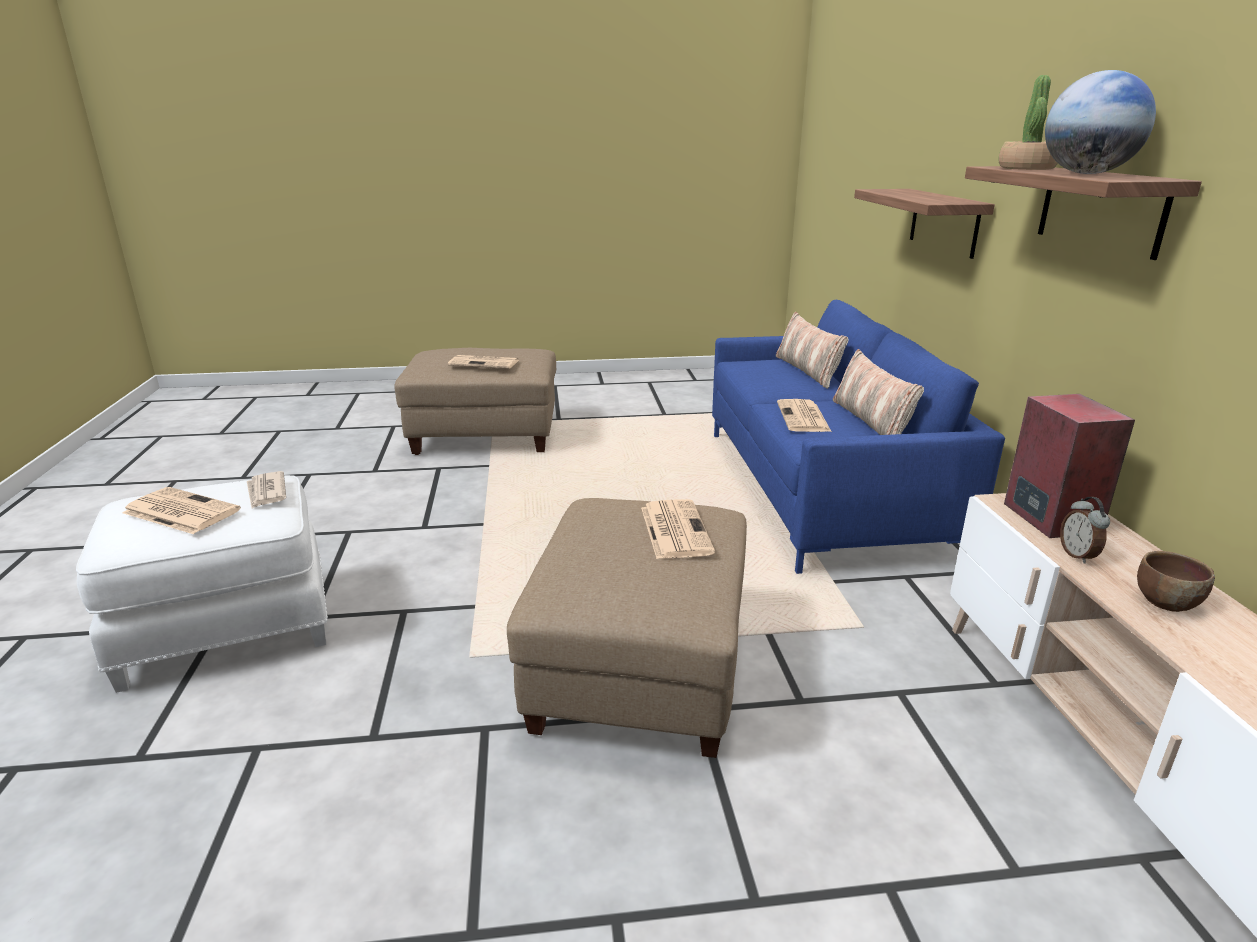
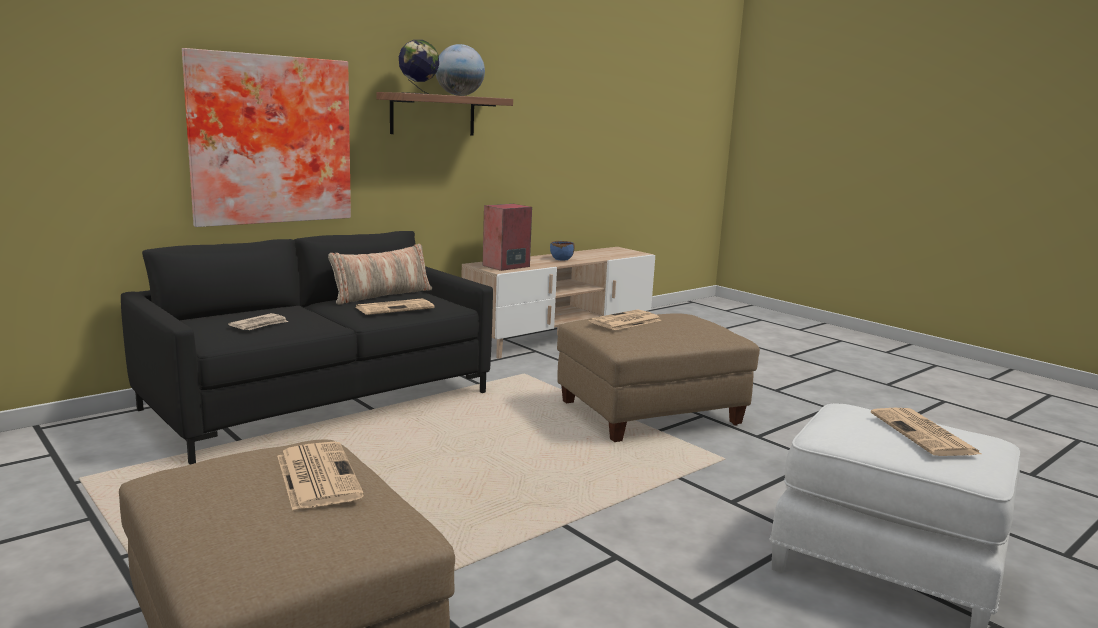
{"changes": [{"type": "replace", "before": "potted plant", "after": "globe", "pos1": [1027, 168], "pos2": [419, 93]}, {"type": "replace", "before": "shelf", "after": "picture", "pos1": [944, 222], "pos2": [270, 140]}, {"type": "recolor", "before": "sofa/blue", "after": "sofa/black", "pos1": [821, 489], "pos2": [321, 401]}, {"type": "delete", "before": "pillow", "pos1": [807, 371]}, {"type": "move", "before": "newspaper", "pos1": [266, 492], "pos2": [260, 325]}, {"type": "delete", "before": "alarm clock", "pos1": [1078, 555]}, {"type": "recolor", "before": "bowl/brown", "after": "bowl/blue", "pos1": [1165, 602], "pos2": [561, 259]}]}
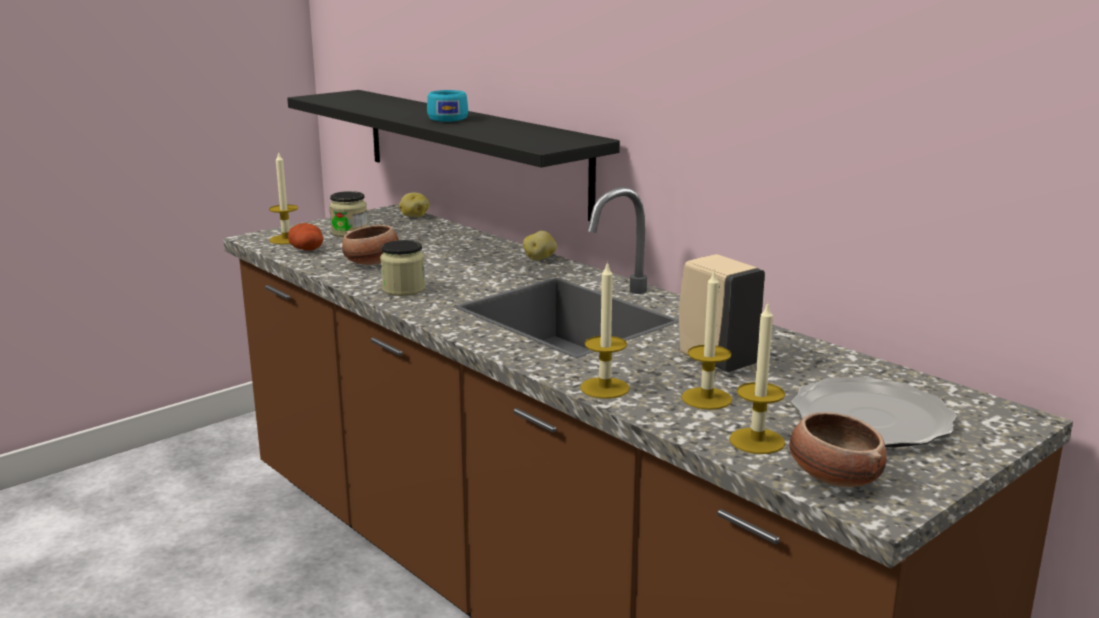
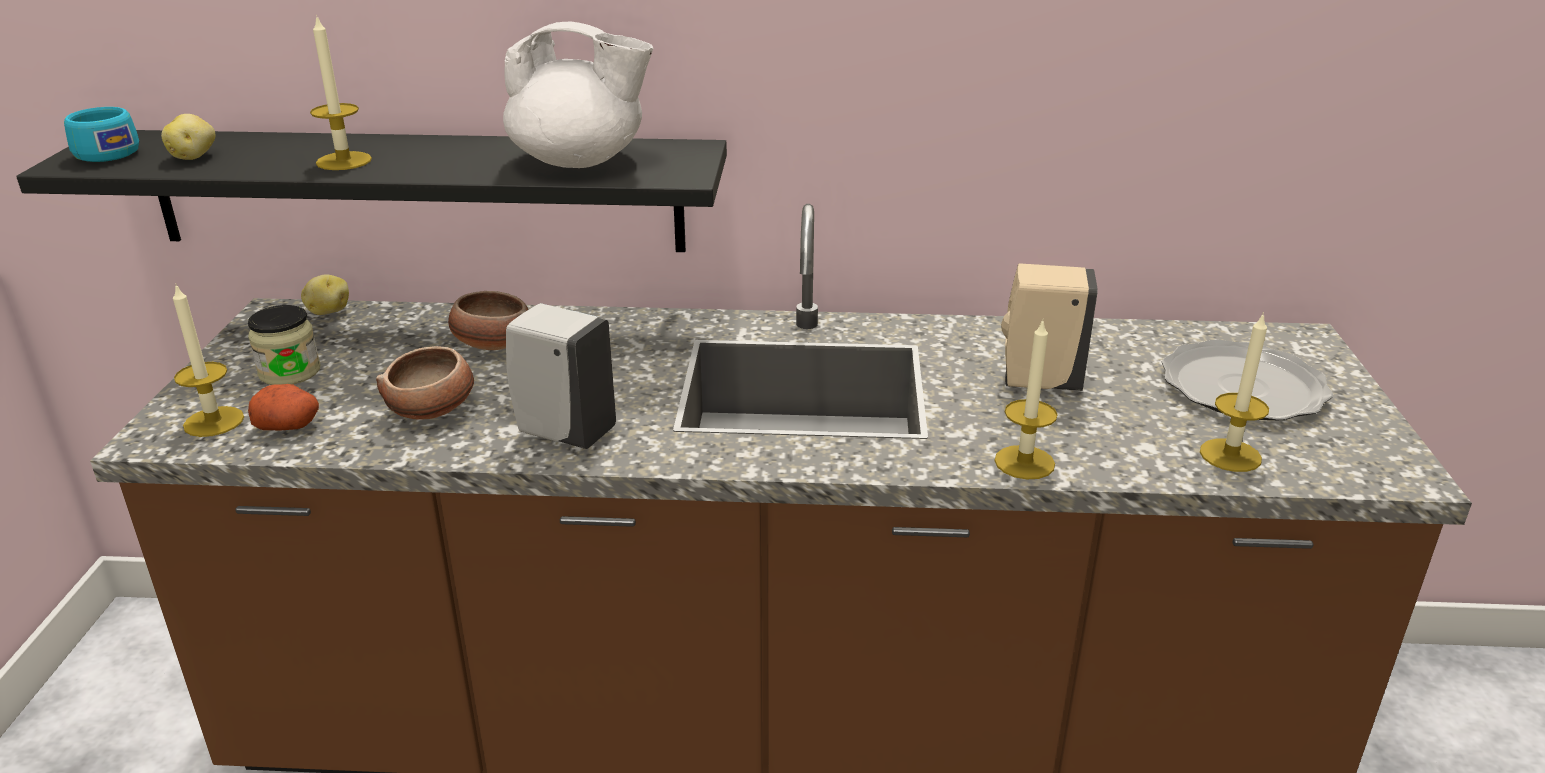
{"changes": [{"type": "move", "before": "cup/turquoise", "pos1": [447, 118], "pos2": [103, 152]}, {"type": "move", "before": "potato", "pos1": [540, 259], "pos2": [194, 156]}, {"type": "replace", "before": "jar", "after": "soap dispenser/white", "pos1": [404, 289], "pos2": [563, 432]}, {"type": "move", "before": "candle", "pos1": [706, 398], "pos2": [344, 161]}, {"type": "move", "before": "bowl", "pos1": [833, 477], "pos2": [492, 345]}, {"type": "insert", "after": "teapot/white", "pos2": [580, 161]}]}
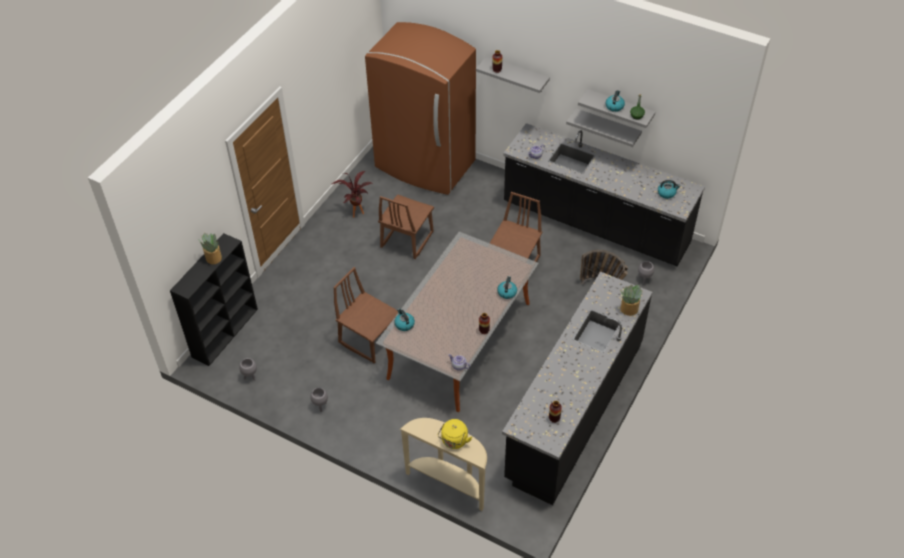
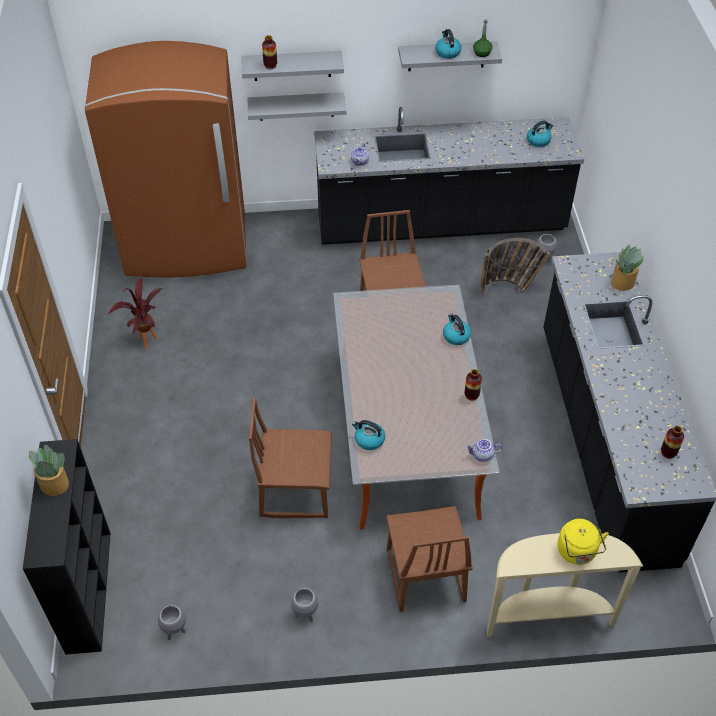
{"changes": [{"type": "move", "before": "shelf/grey", "pos1": [607, 127], "pos2": [296, 106]}, {"type": "move", "before": "chair/brown", "pos1": [406, 239], "pos2": [424, 575]}]}
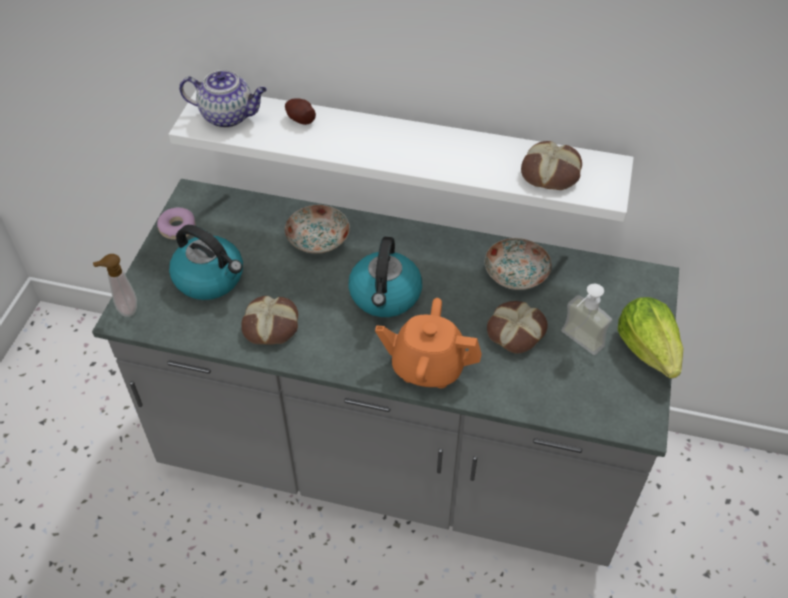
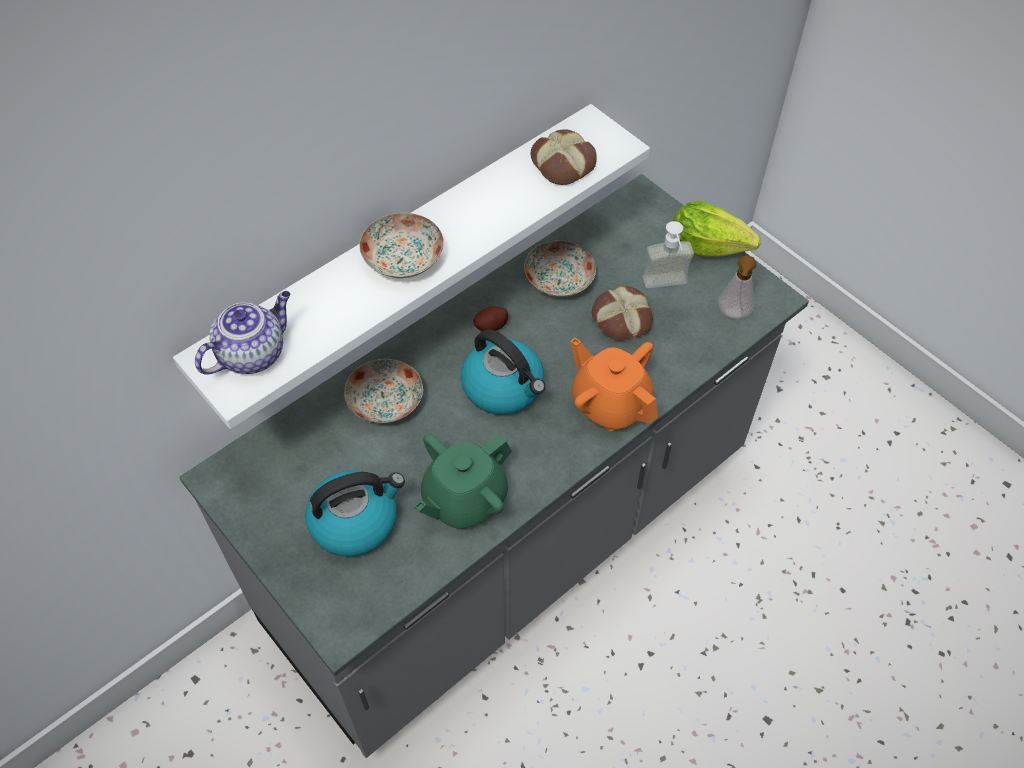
{"changes": [{"type": "move", "before": "potato", "pos1": [300, 119], "pos2": [490, 326]}, {"type": "delete", "before": "donut", "pos1": [177, 228]}, {"type": "move", "before": "soap dispenser", "pos1": [125, 309], "pos2": [732, 315]}, {"type": "replace", "before": "bread", "after": "teapot/green", "pos1": [272, 325], "pos2": [464, 499]}, {"type": "rotate", "before": "teapot/orange", "pos1": [427, 366], "pos2": [610, 404], "turn": 90}, {"type": "insert", "after": "plate", "pos2": [404, 258]}]}
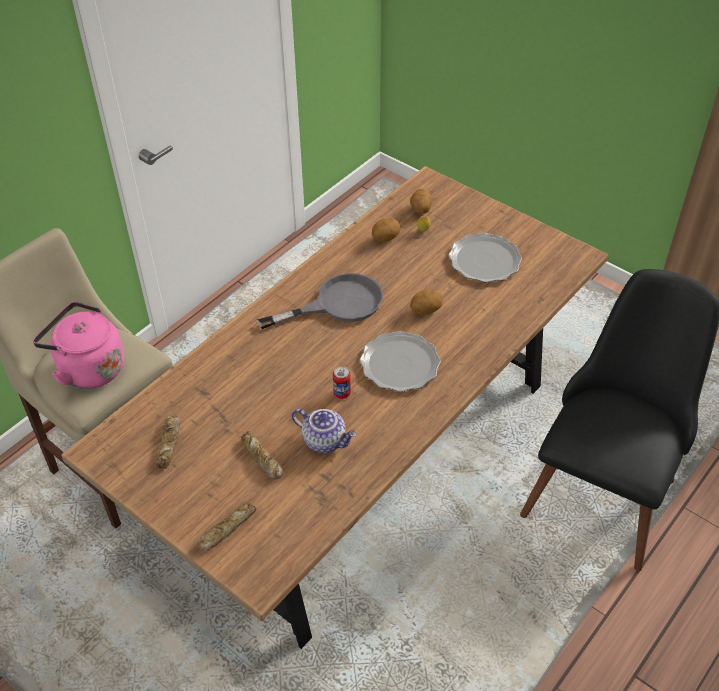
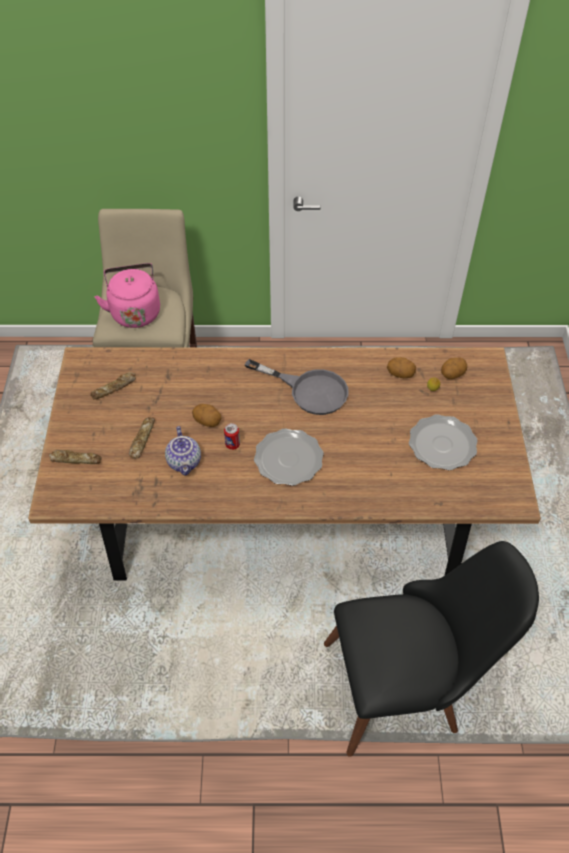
{"changes": [{"type": "move", "before": "potato", "pos1": [425, 310], "pos2": [207, 421]}]}
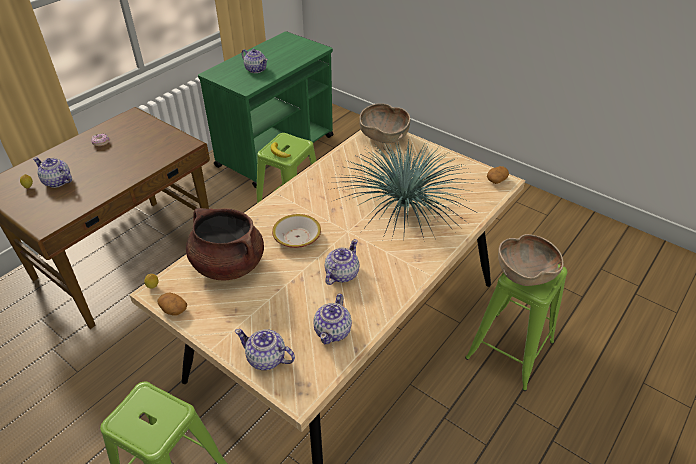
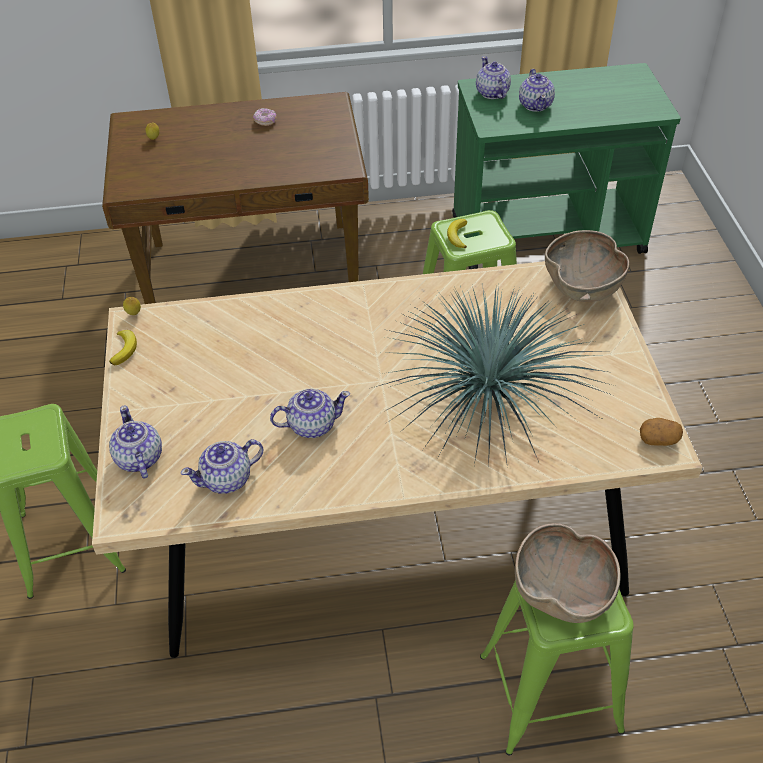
{"changes": [{"type": "move", "before": "teapot", "pos1": [57, 182], "pos2": [492, 93]}, {"type": "delete", "before": "cooking pot/brown", "pos1": [228, 265]}, {"type": "delete", "before": "bowl", "pos1": [297, 237]}, {"type": "replace", "before": "potato", "after": "banana", "pos1": [173, 309], "pos2": [124, 349]}]}
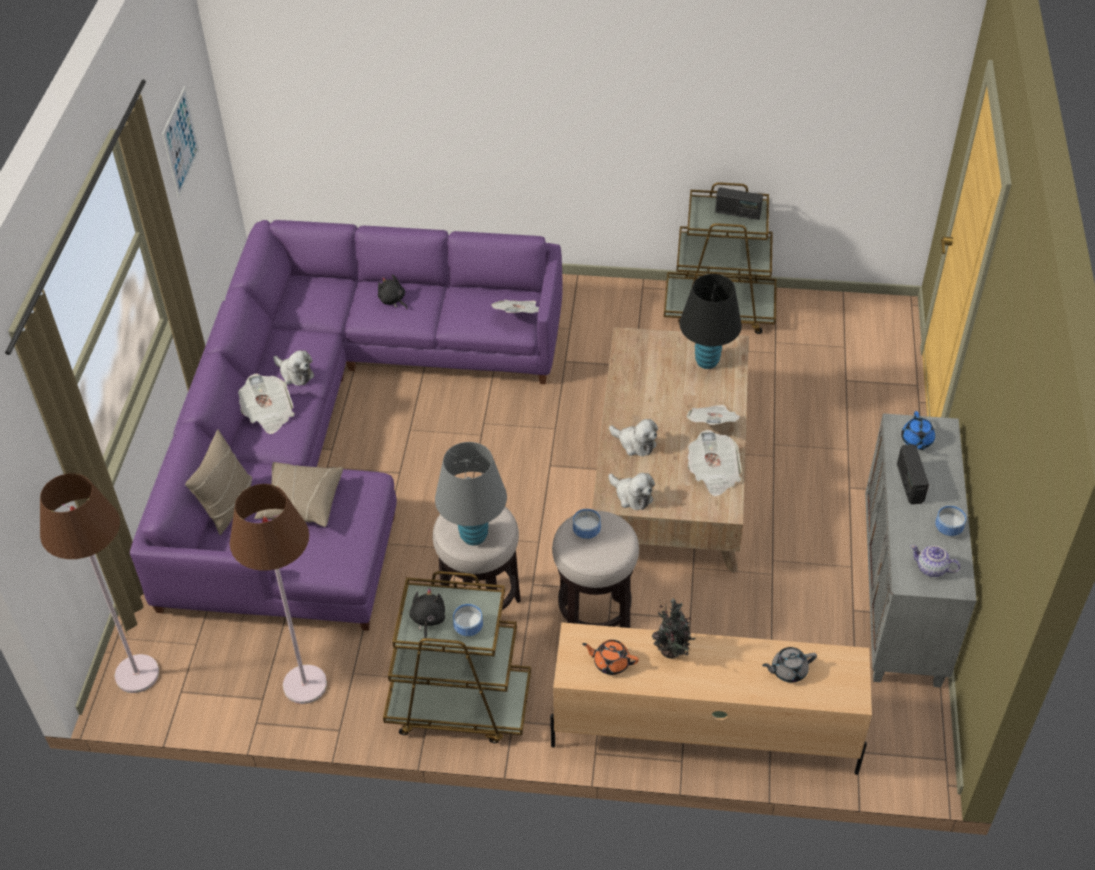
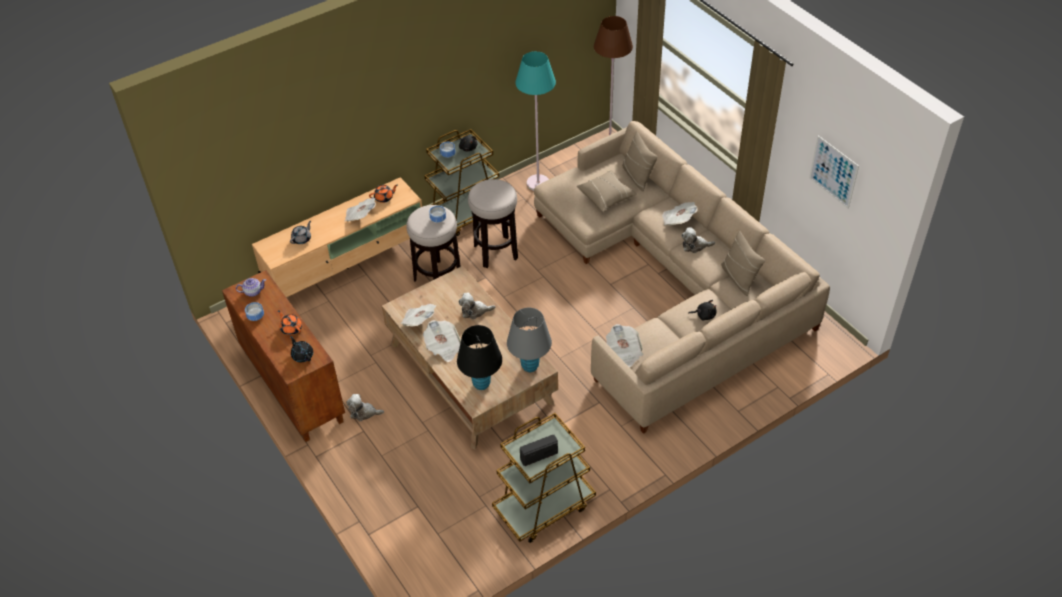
{"changes": [{"type": "recolor", "before": "sofa/purple", "after": "sofa/beige", "pos1": [335, 427], "pos2": [671, 284]}, {"type": "recolor", "before": "teapot/blue", "after": "teapot/black", "pos1": [916, 440], "pos2": [302, 355]}, {"type": "recolor", "before": "cabinet/grey", "after": "cabinet/brown", "pos1": [903, 597], "pos2": [292, 386]}, {"type": "move", "before": "table lamp/grey", "pos1": [473, 536], "pos2": [530, 366]}, {"type": "replace", "before": "radio", "after": "teapot/orange", "pos1": [909, 483], "pos2": [291, 328]}, {"type": "move", "before": "plush toy", "pos1": [632, 496], "pos2": [364, 413]}, {"type": "recolor", "before": "floor lamp/brown", "after": "floor lamp/turquoise", "pos1": [305, 685], "pos2": [538, 183]}, {"type": "replace", "before": "potted plant", "after": "newspaper", "pos1": [672, 652], "pos2": [360, 216]}, {"type": "insert", "after": "pillow/beige", "pos2": [739, 278]}]}
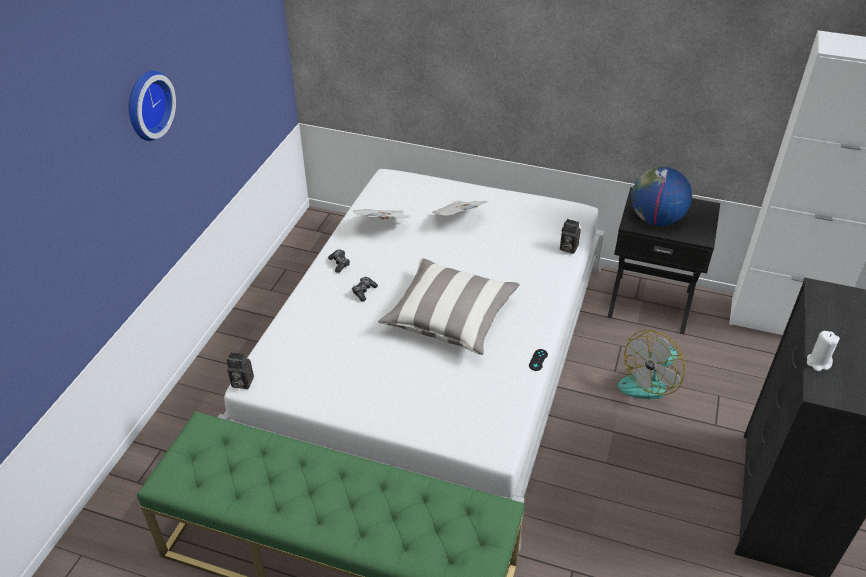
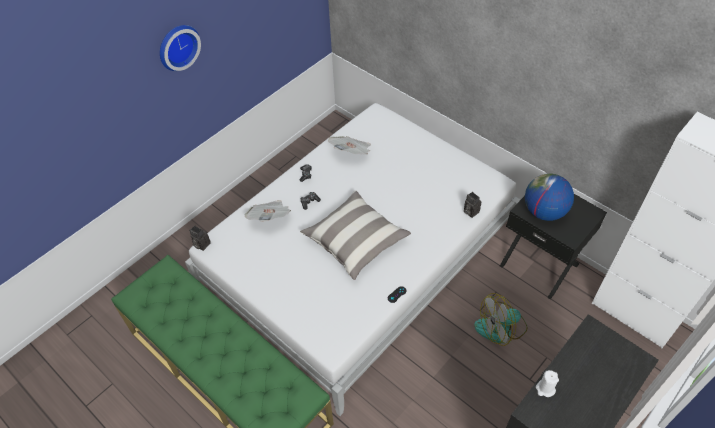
{"changes": [{"type": "move", "before": "newspaper", "pos1": [459, 219], "pos2": [270, 218]}]}
